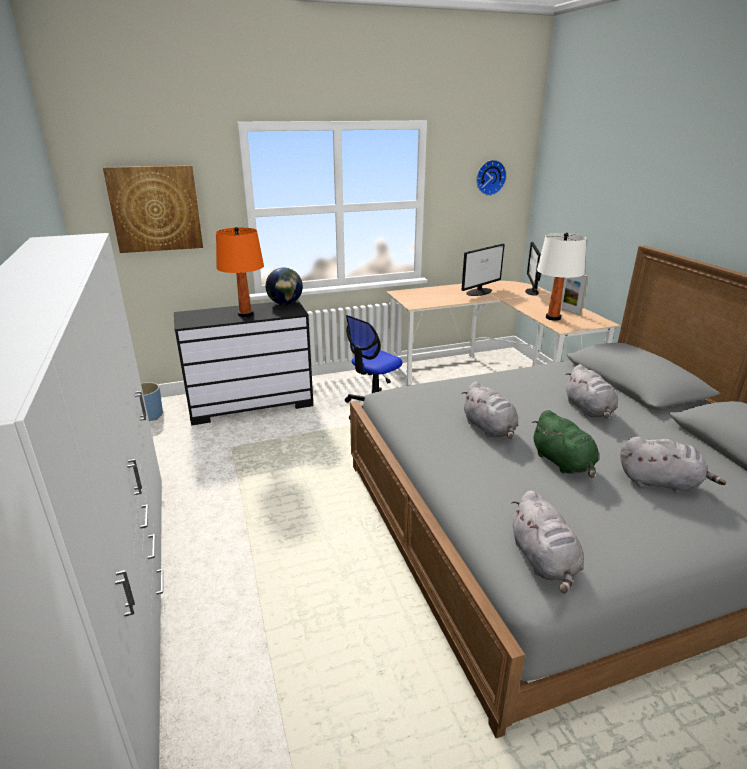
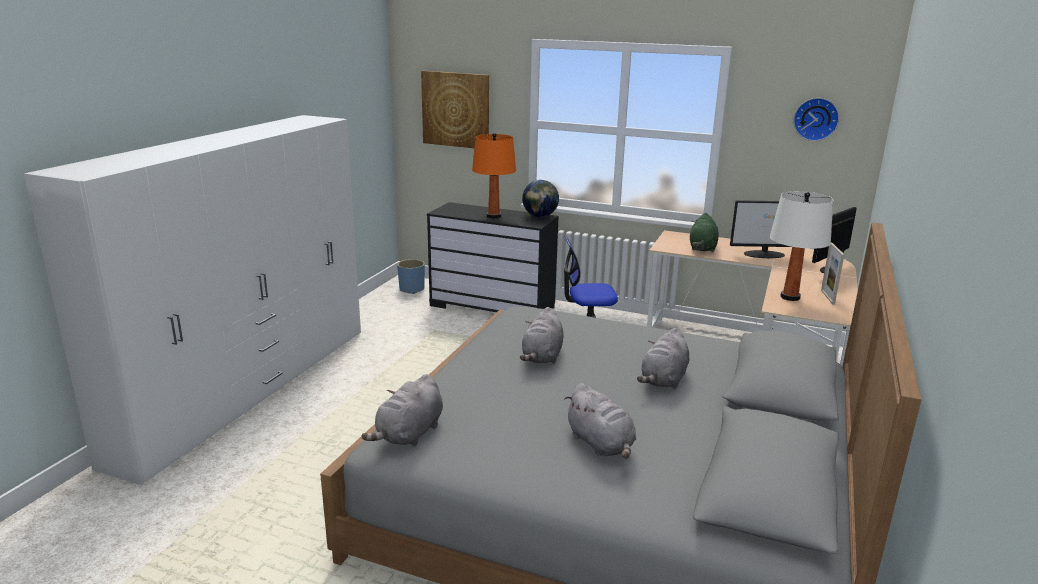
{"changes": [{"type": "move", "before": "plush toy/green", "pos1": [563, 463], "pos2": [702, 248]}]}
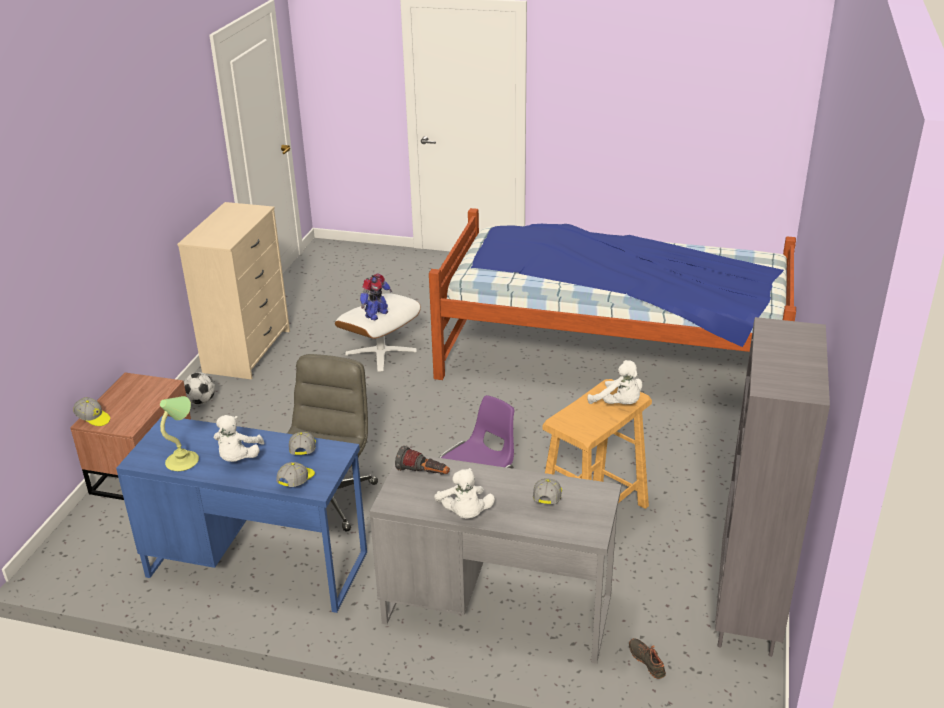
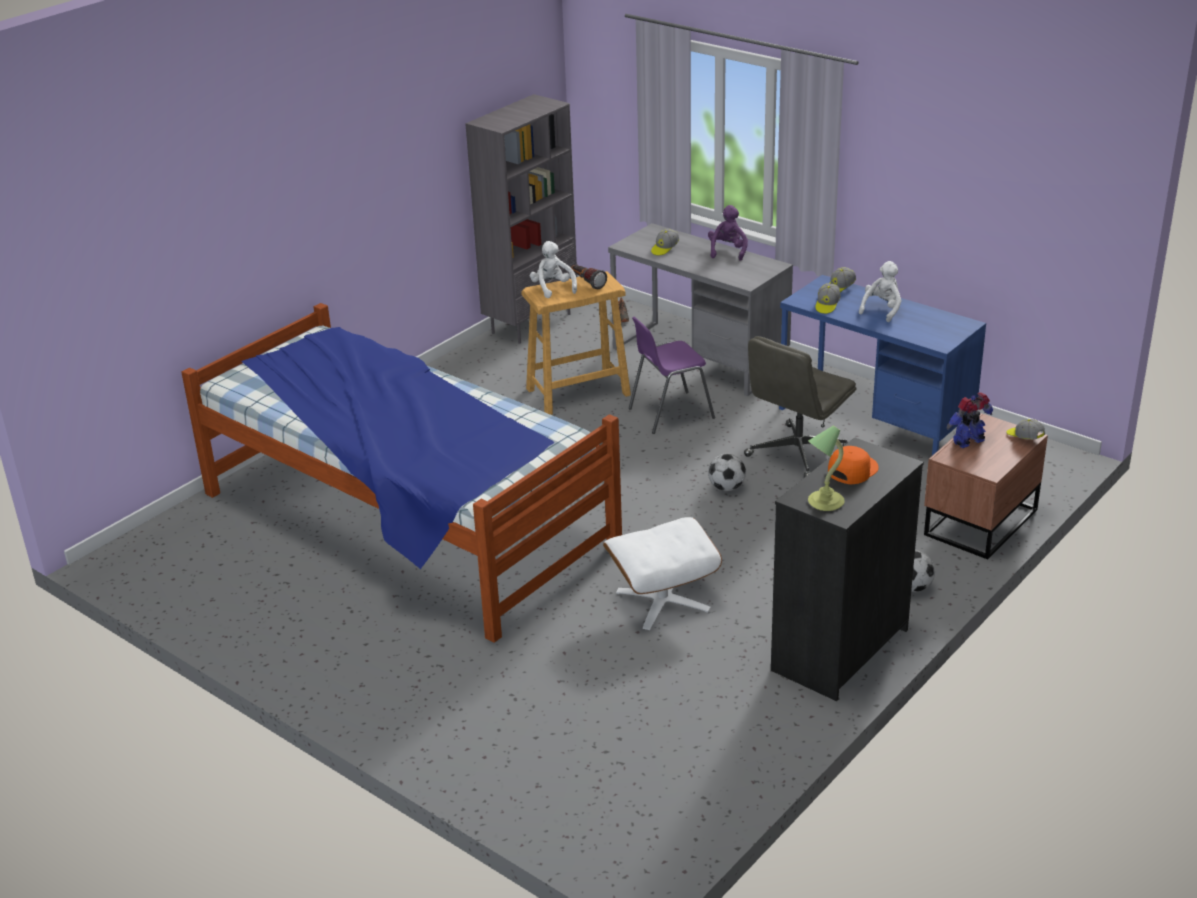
{"changes": [{"type": "recolor", "before": "dresser/beige", "after": "dresser/black", "pos1": [248, 351], "pos2": [839, 649]}, {"type": "move", "before": "toy robot", "pos1": [376, 314], "pos2": [969, 442]}, {"type": "move", "before": "table lamp", "pos1": [183, 461], "pos2": [824, 502]}, {"type": "move", "before": "flashlight", "pos1": [423, 474], "pos2": [587, 283]}, {"type": "recolor", "before": "plush toy/white", "after": "plush toy/purple", "pos1": [465, 514], "pos2": [727, 251]}, {"type": "insert", "after": "cap/orange", "pos2": [852, 470]}, {"type": "insert", "after": "football", "pos2": [726, 488]}]}
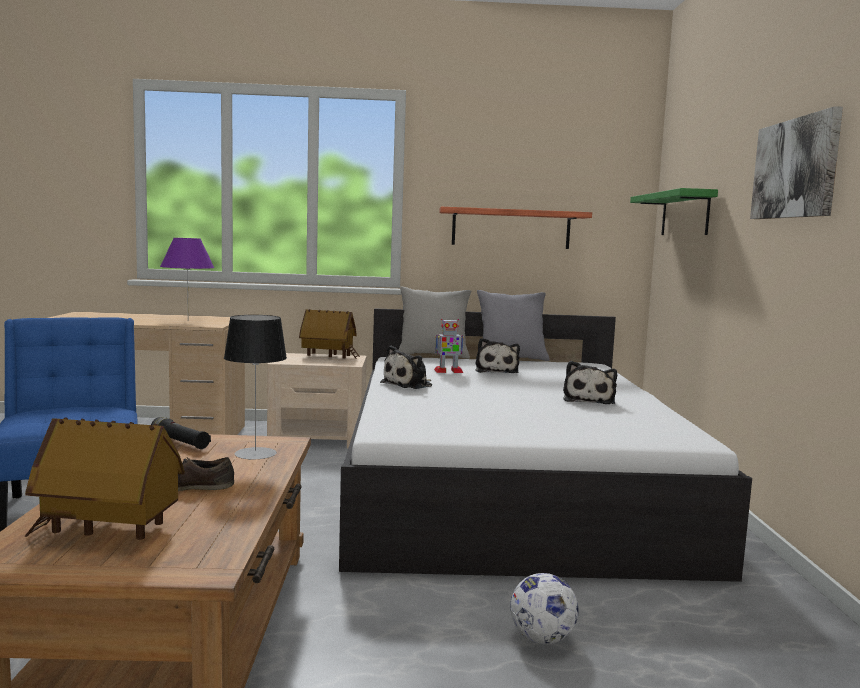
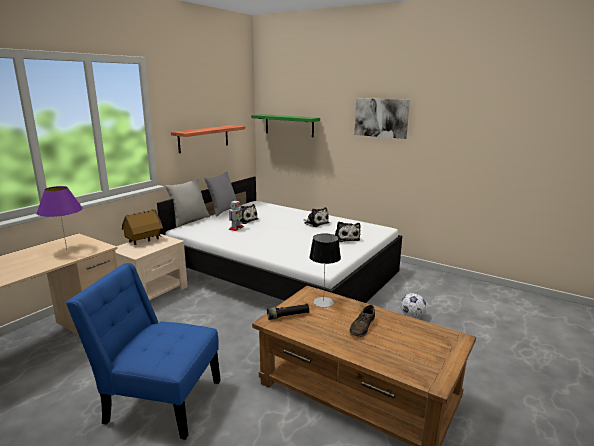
{"changes": [{"type": "move", "before": "plush toy", "pos1": [409, 384], "pos2": [346, 238]}, {"type": "delete", "before": "toy house", "pos1": [108, 530]}]}
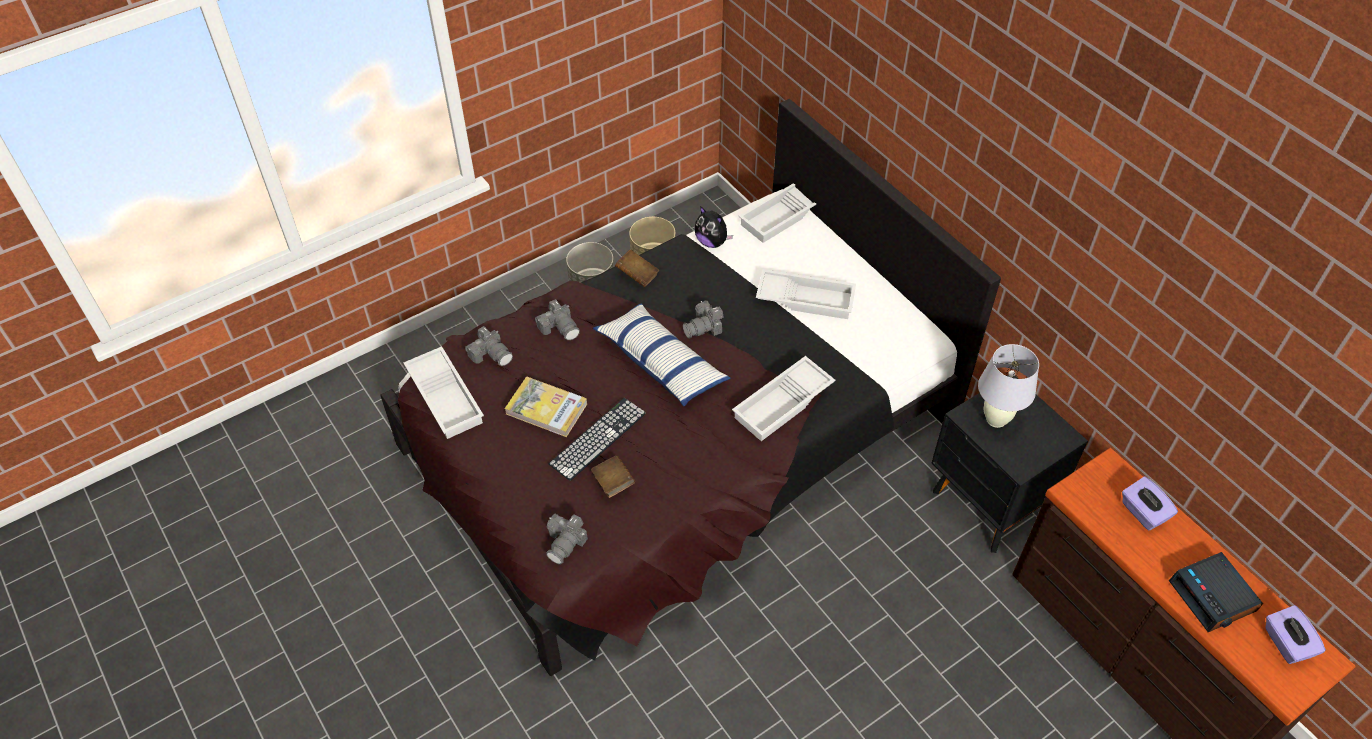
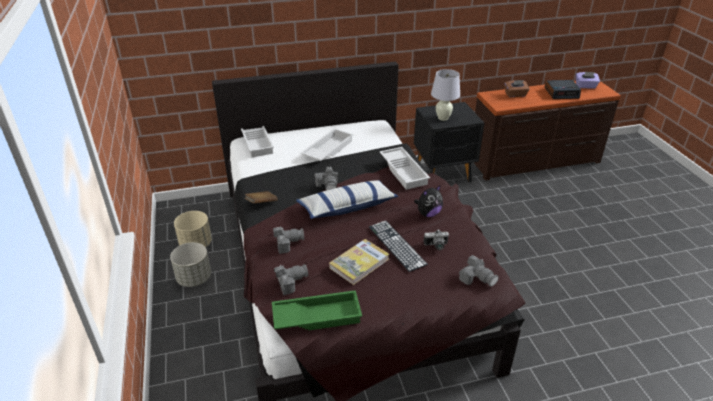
{"changes": [{"type": "move", "before": "plush toy", "pos1": [712, 242], "pos2": [428, 214]}, {"type": "recolor", "before": "tray/white", "after": "tray/green", "pos1": [446, 397], "pos2": [317, 315]}, {"type": "replace", "before": "book/brown", "after": "photo camera", "pos1": [613, 483], "pos2": [436, 246]}, {"type": "recolor", "before": "tissue box/purple", "after": "tissue box/brown", "pos1": [1143, 512], "pos2": [515, 95]}]}
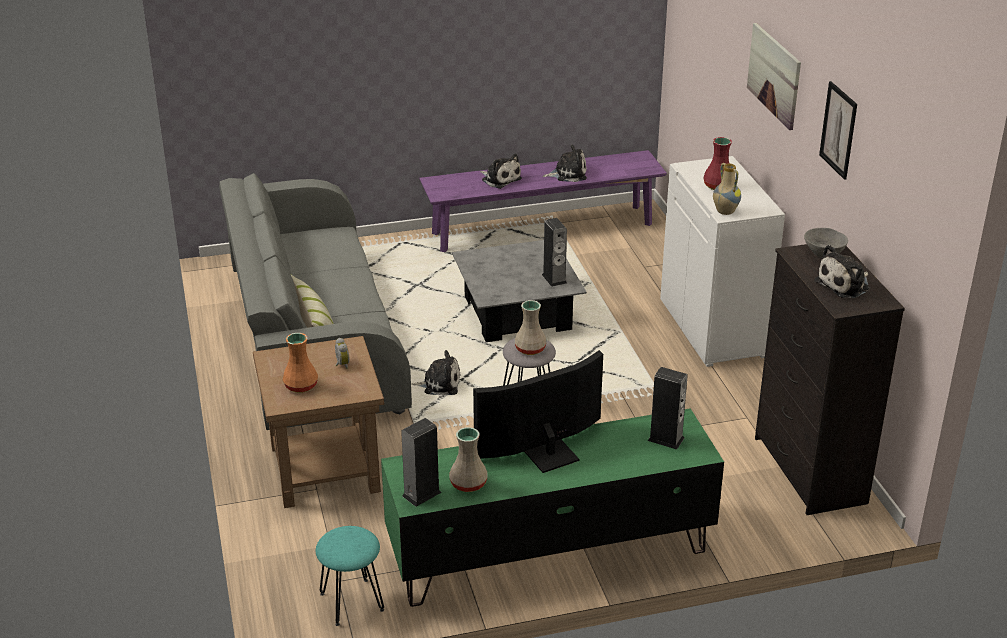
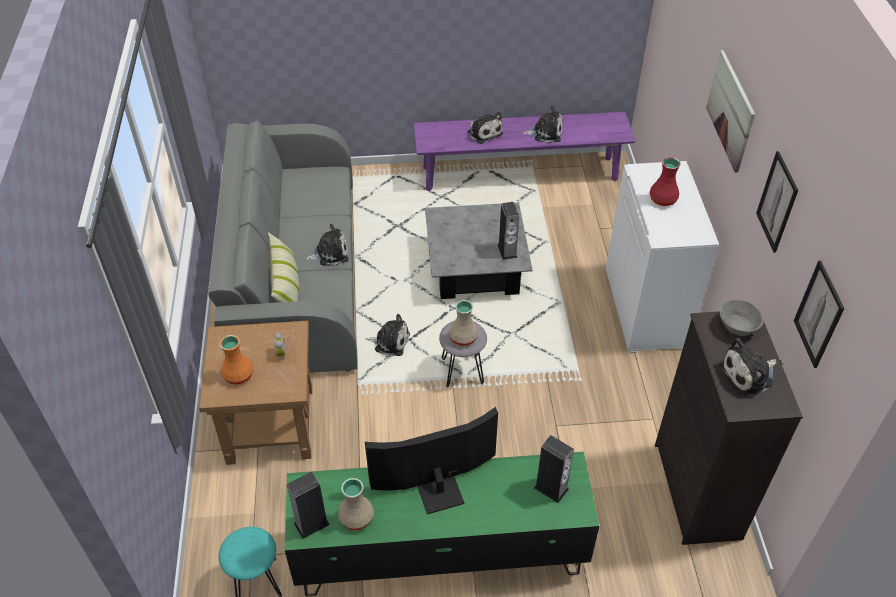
{"changes": [{"type": "delete", "before": "vase", "pos1": [724, 212]}, {"type": "insert", "after": "plush toy", "pos2": [330, 253]}, {"type": "insert", "after": "picture", "pos2": [818, 314]}]}
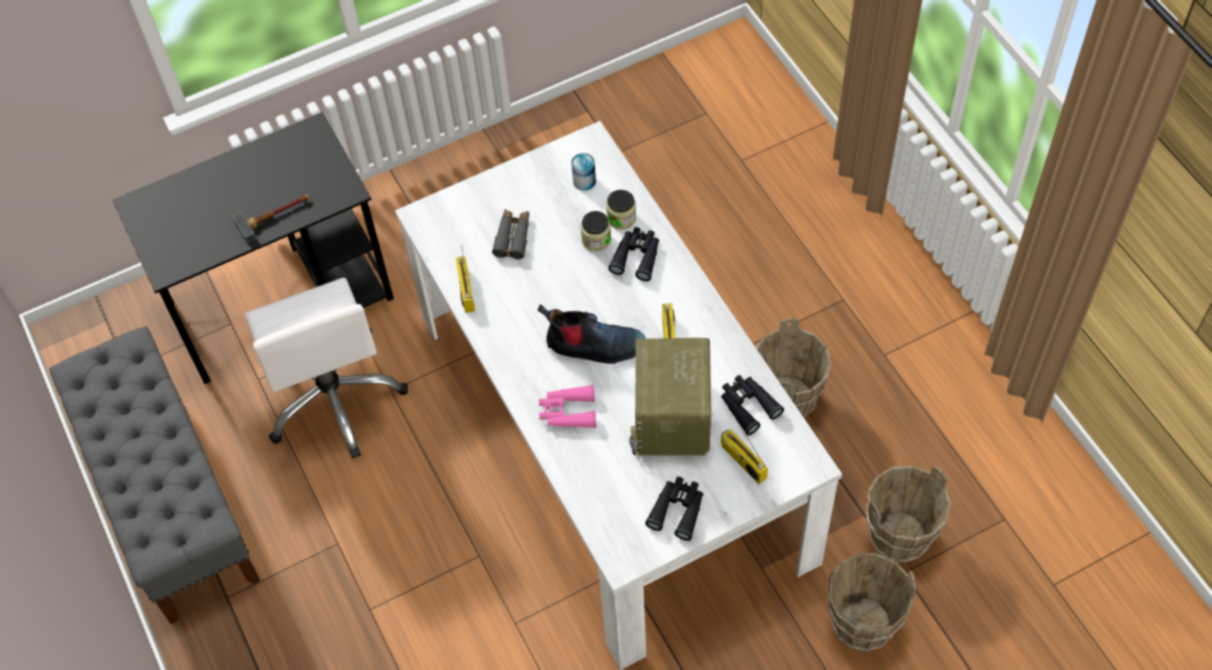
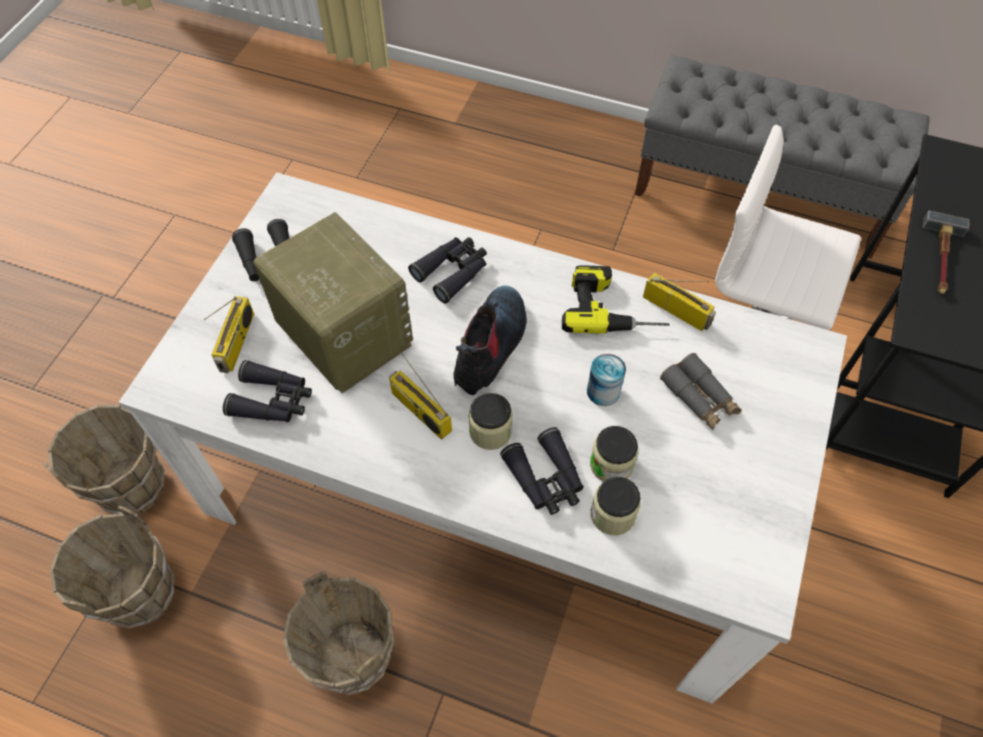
{"changes": [{"type": "move", "before": "can", "pos1": [584, 181], "pos2": [603, 391]}, {"type": "rotate", "before": "boot", "pos1": [594, 346], "pos2": [490, 347], "turn": 150}, {"type": "recolor", "before": "binoculars/pink", "after": "binoculars/black", "pos1": [567, 412], "pos2": [453, 271]}, {"type": "rotate", "before": "radio", "pos1": [742, 461], "pos2": [237, 343], "turn": 90}, {"type": "insert", "after": "power drill", "pos2": [613, 307]}, {"type": "insert", "after": "jar", "pos2": [490, 431]}]}
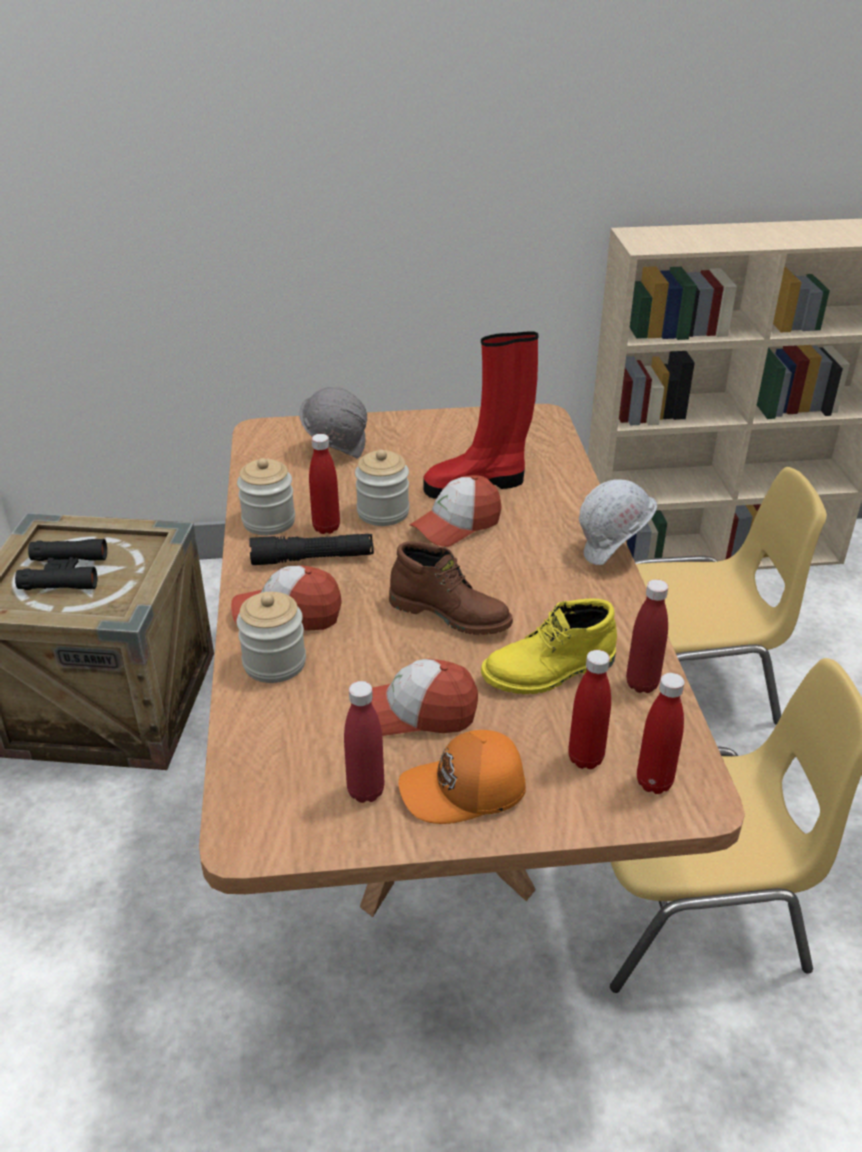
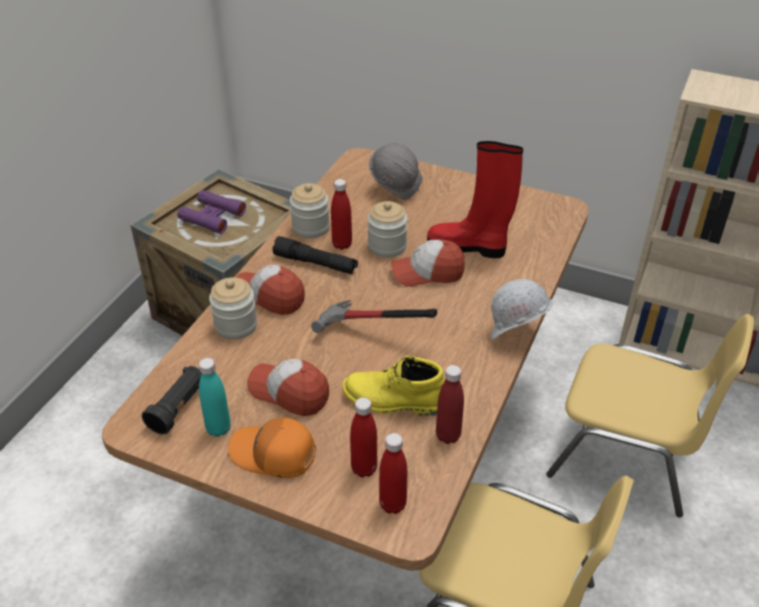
{"changes": [{"type": "recolor", "before": "binoculars/black", "after": "binoculars/purple", "pos1": [64, 573], "pos2": [212, 217]}, {"type": "replace", "before": "boot/brown", "after": "hammer", "pos1": [451, 614], "pos2": [368, 335]}, {"type": "recolor", "before": "bottle/red", "after": "bottle/turquoise", "pos1": [366, 791], "pos2": [218, 429]}, {"type": "insert", "after": "flashlight/black", "pos2": [178, 408]}]}
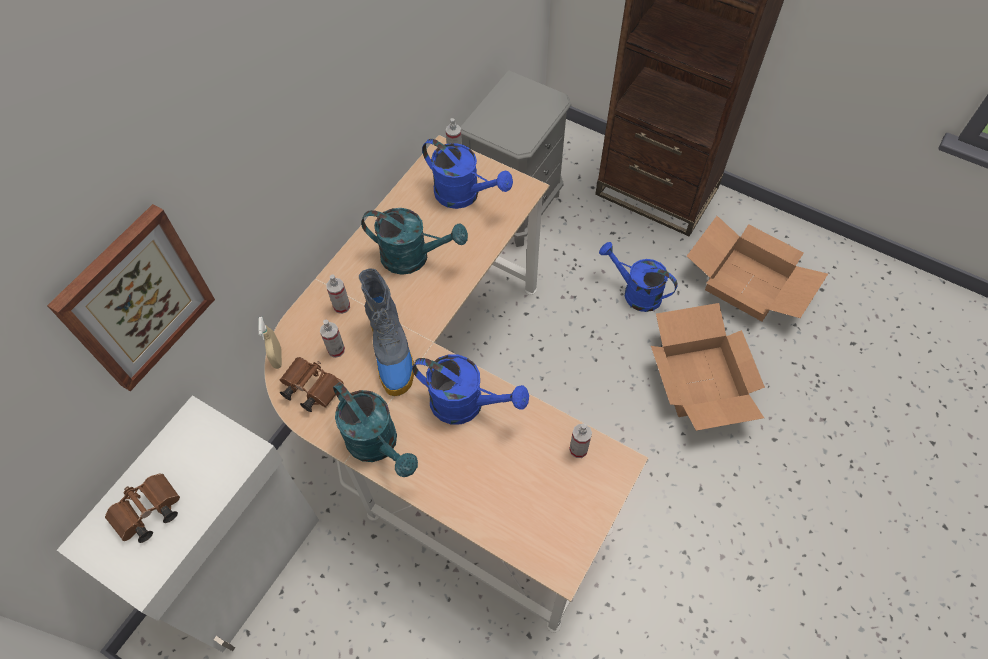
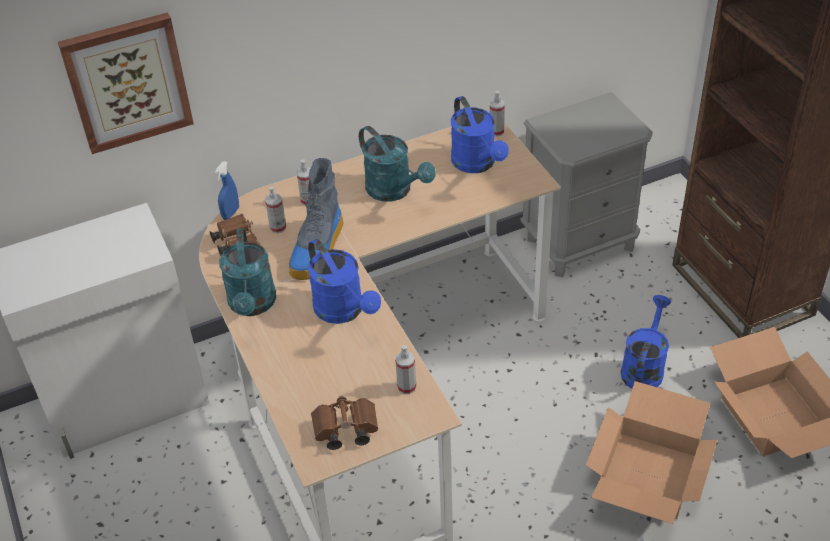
{"changes": [{"type": "rotate", "before": "watering can/blue", "pos1": [635, 292], "pos2": [644, 367], "turn": 45}, {"type": "recolor", "before": "spray bottle/beige", "after": "spray bottle/blue", "pos1": [277, 358], "pos2": [230, 213]}, {"type": "move", "before": "binoculars/brown", "pos1": [147, 514], "pos2": [344, 431]}]}
